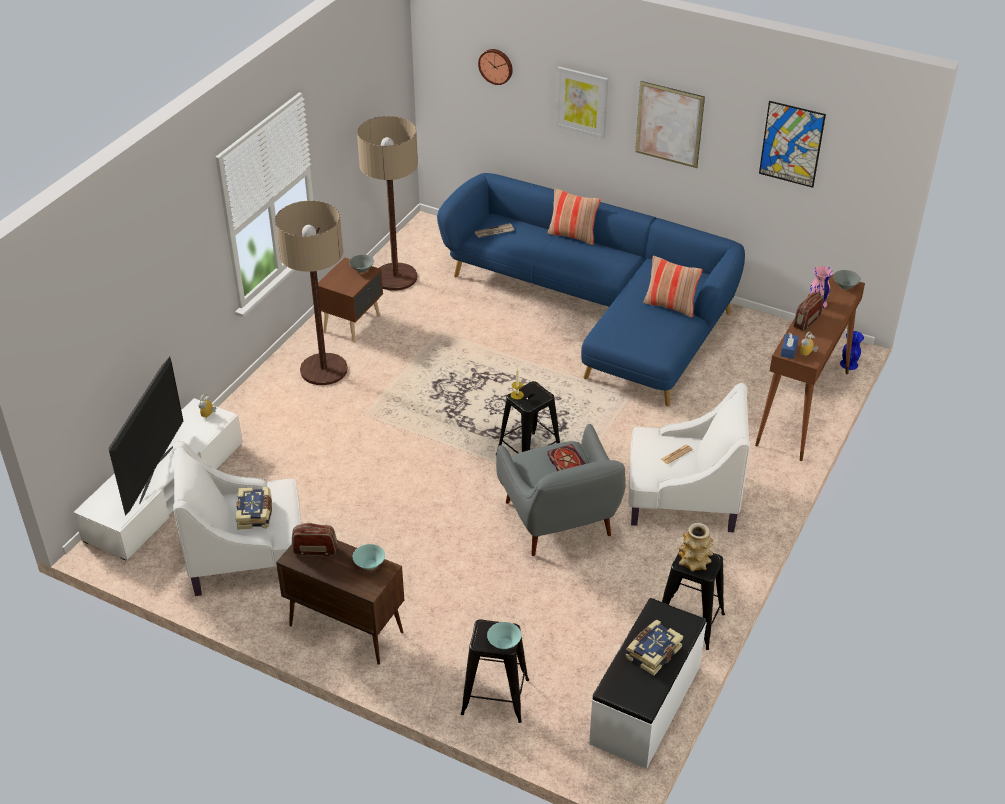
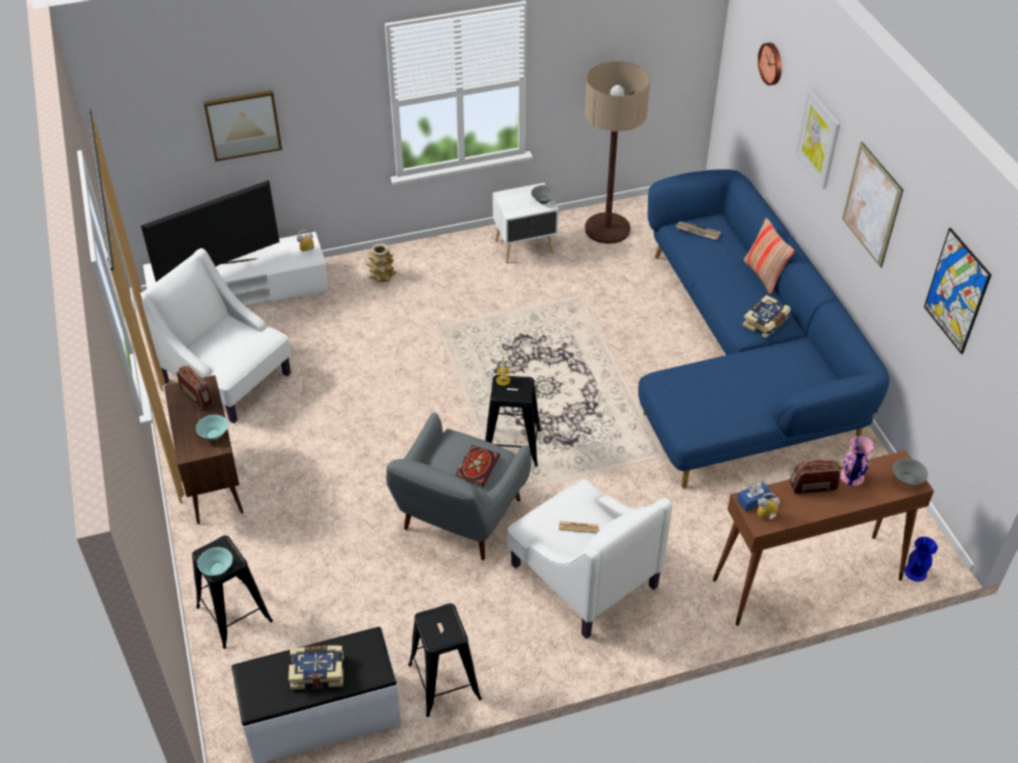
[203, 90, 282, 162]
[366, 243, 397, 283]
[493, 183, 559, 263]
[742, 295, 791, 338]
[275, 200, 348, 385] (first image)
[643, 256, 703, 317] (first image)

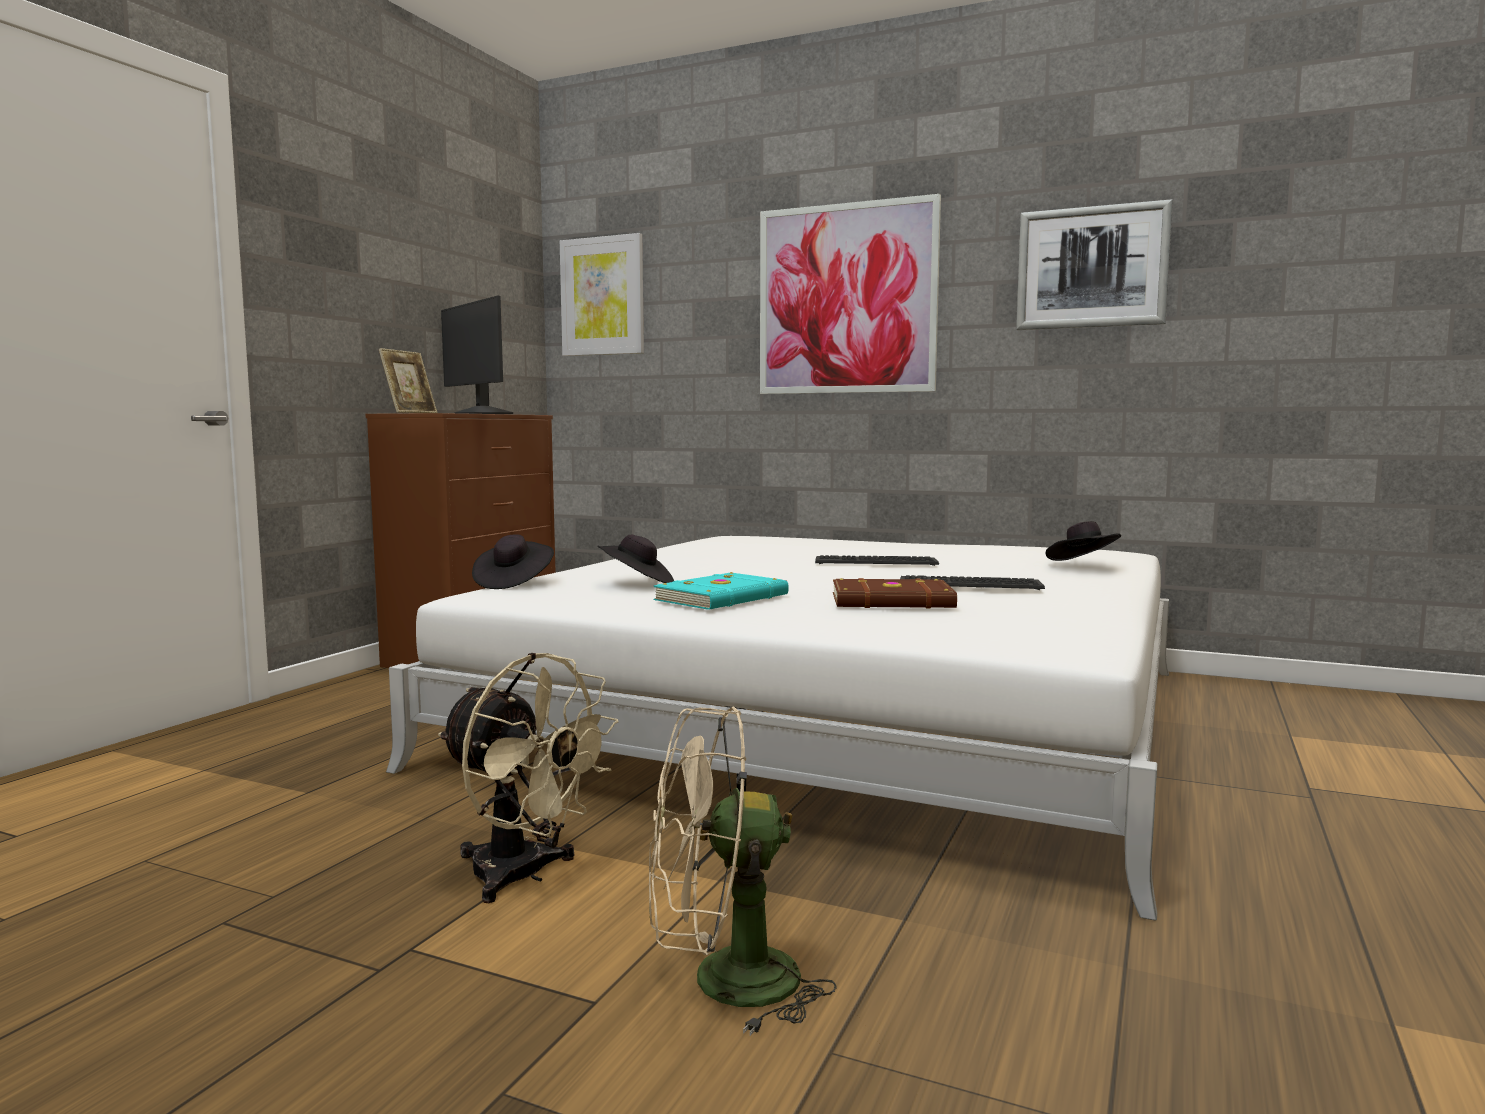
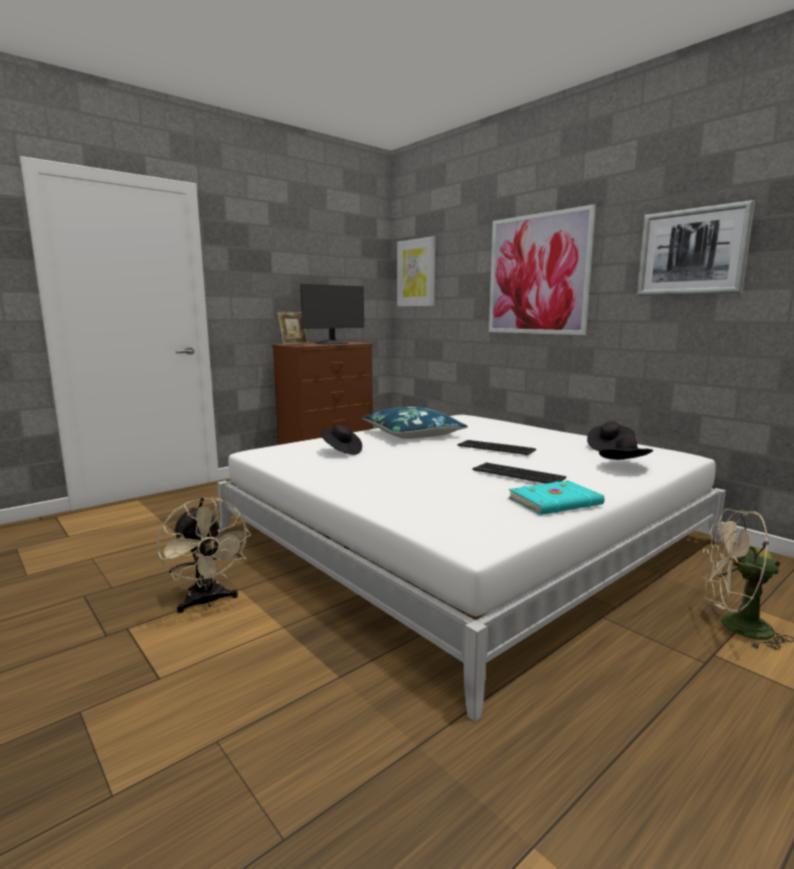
[300, 284, 364, 345]
[362, 407, 468, 439]
[509, 480, 605, 515]
[587, 421, 635, 451]
[700, 509, 794, 650]
[833, 578, 957, 608] (first image)

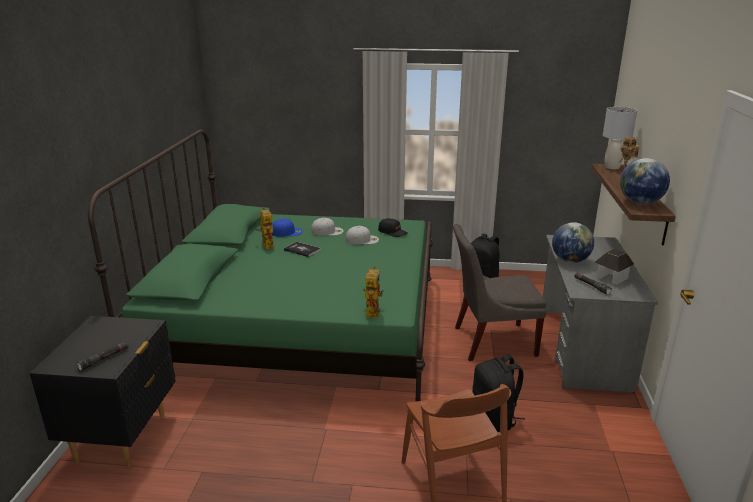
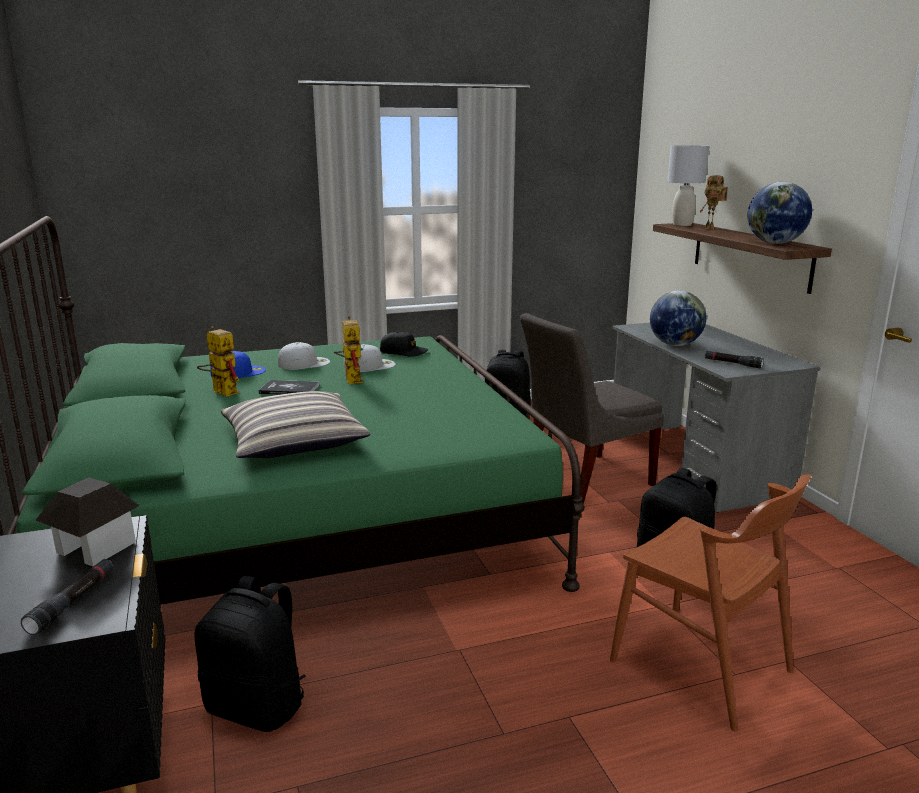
[36, 477, 139, 566]
[194, 576, 306, 732]
[221, 391, 371, 458]
[334, 316, 363, 384]

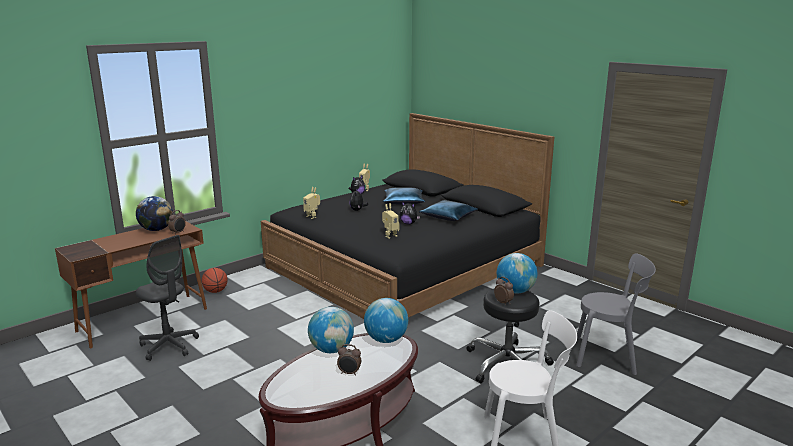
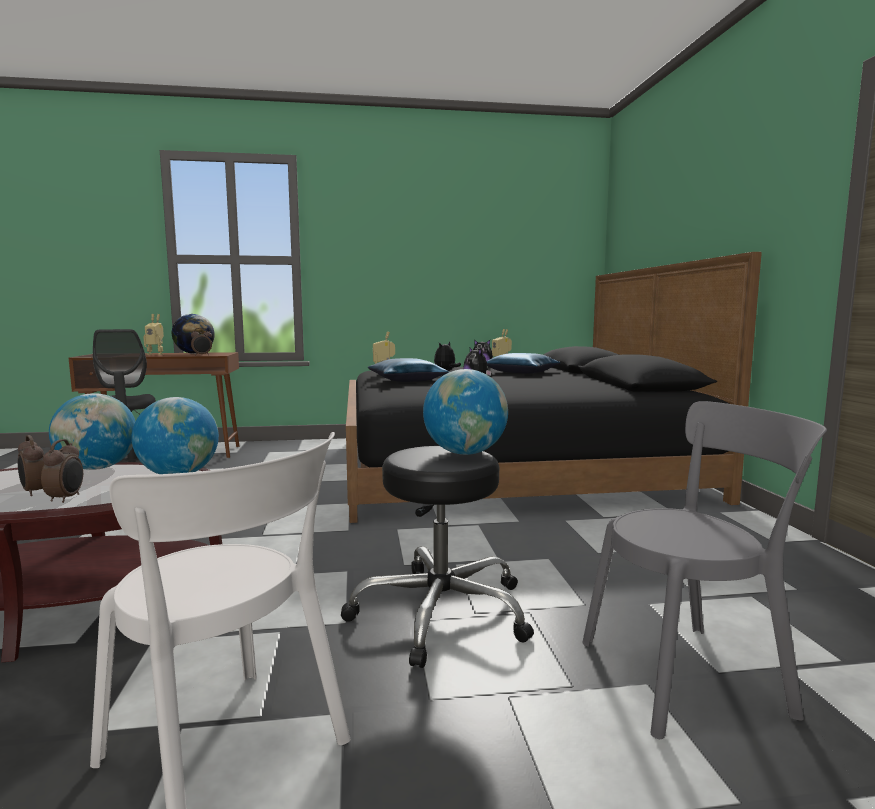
[41, 439, 83, 503]
[143, 314, 164, 355]
[368, 358, 449, 382]
[582, 401, 827, 739]
[202, 268, 228, 293] (first image)

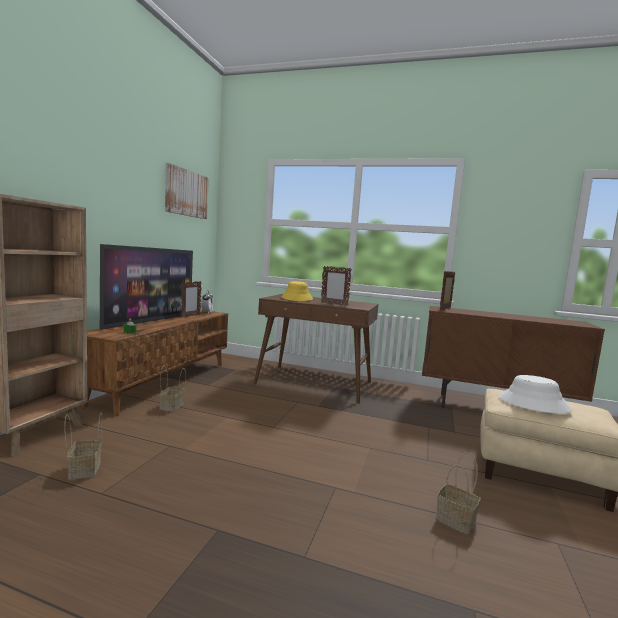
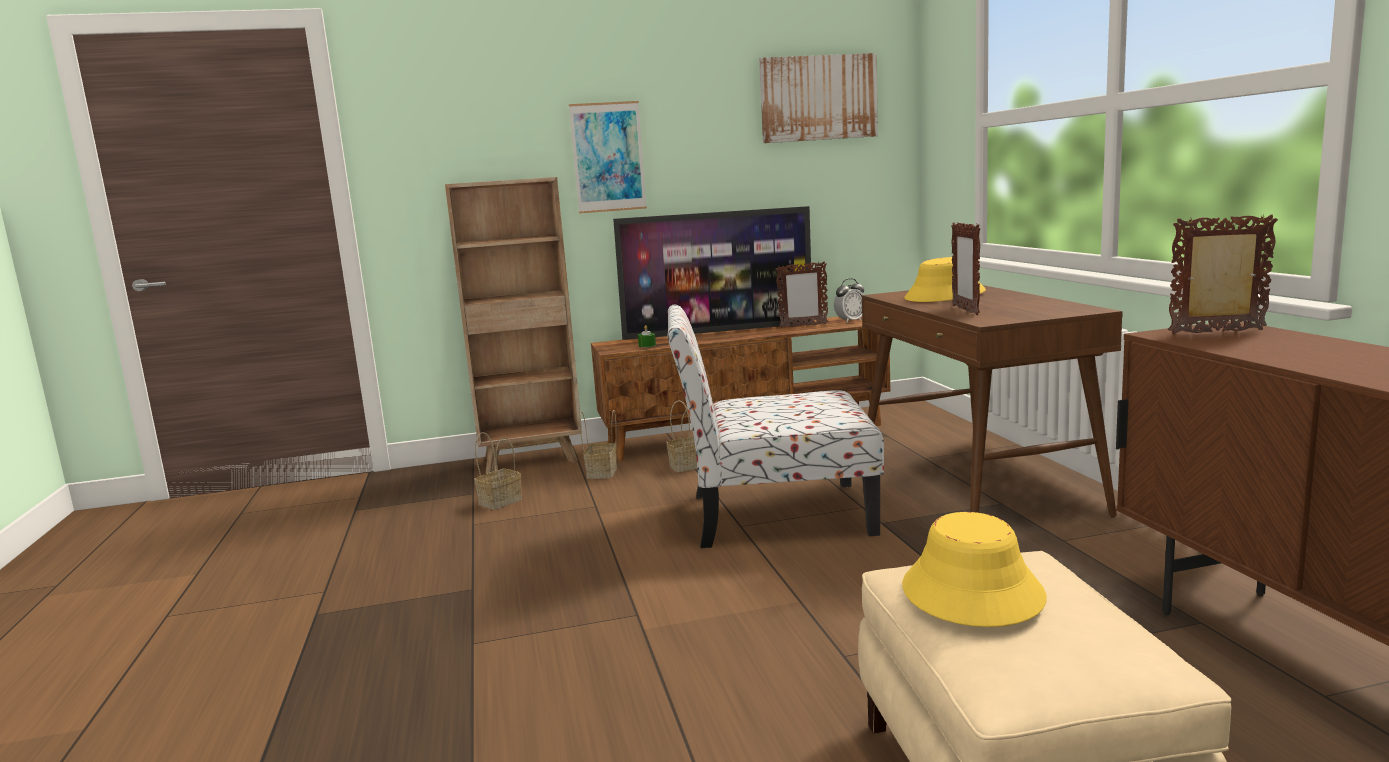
[569, 101, 647, 214]
[580, 410, 617, 479]
[668, 304, 884, 548]
[902, 512, 1047, 627]

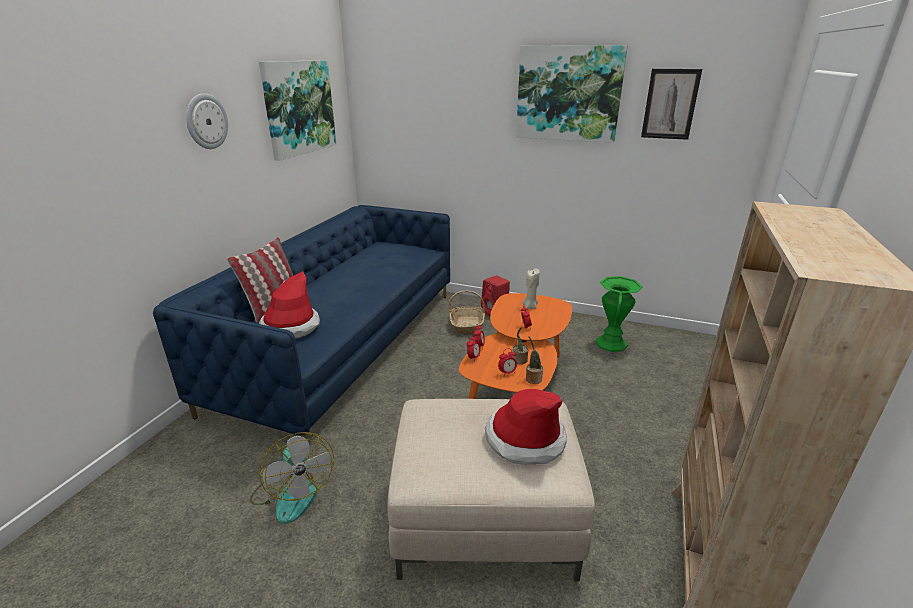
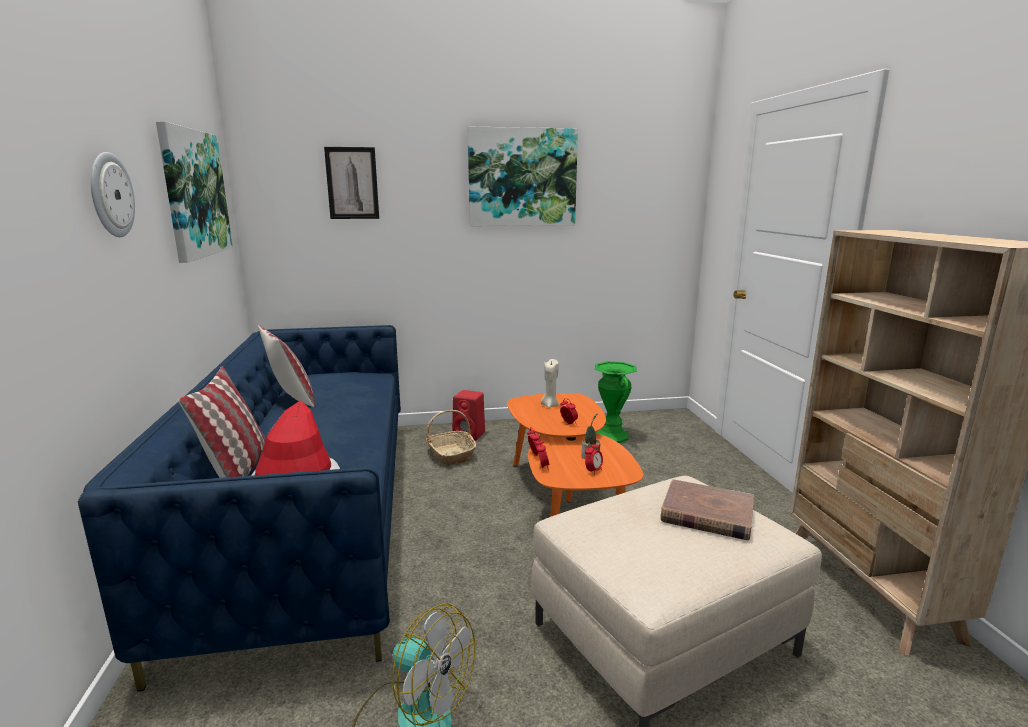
[258, 325, 315, 407]
[324, 147, 379, 219]
[661, 479, 754, 541]
[526, 336, 543, 384] (first image)

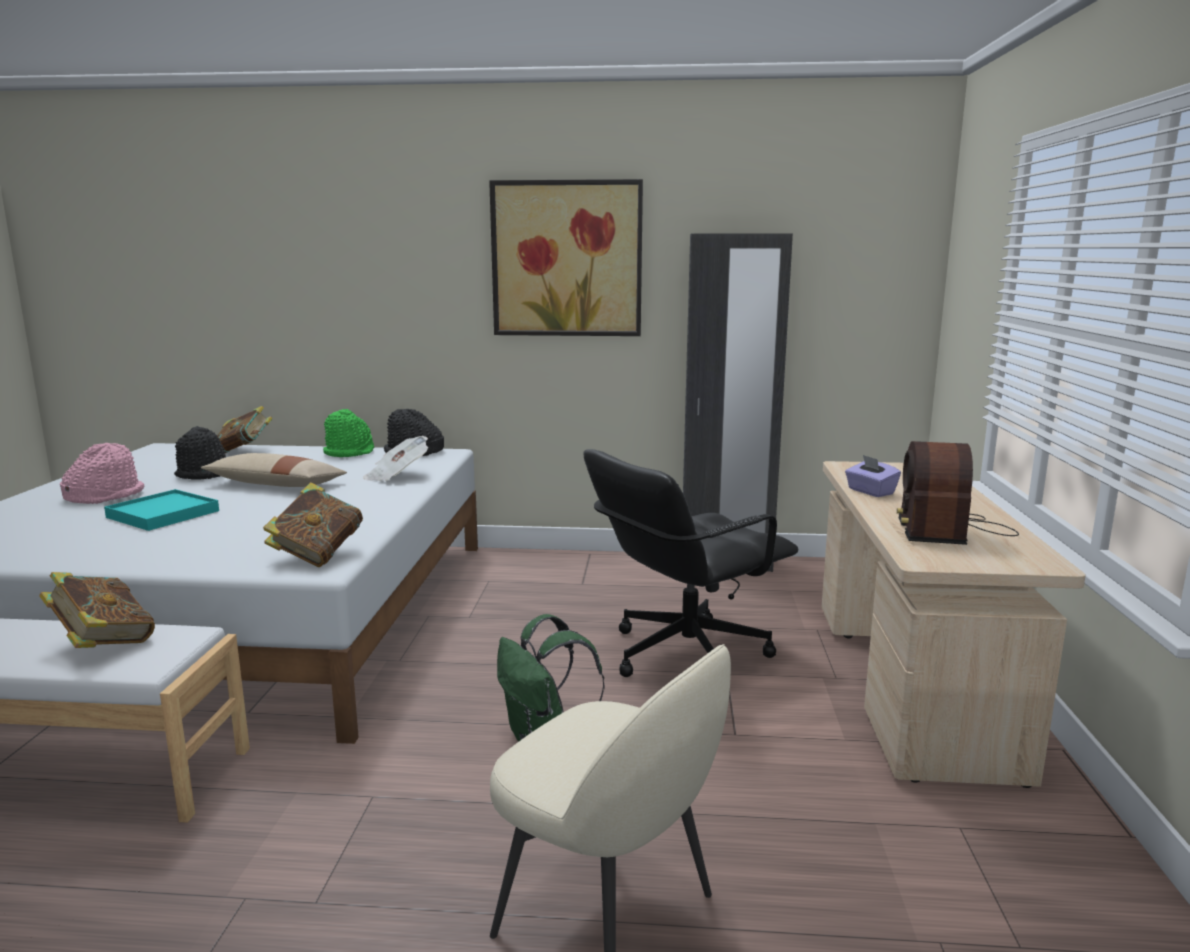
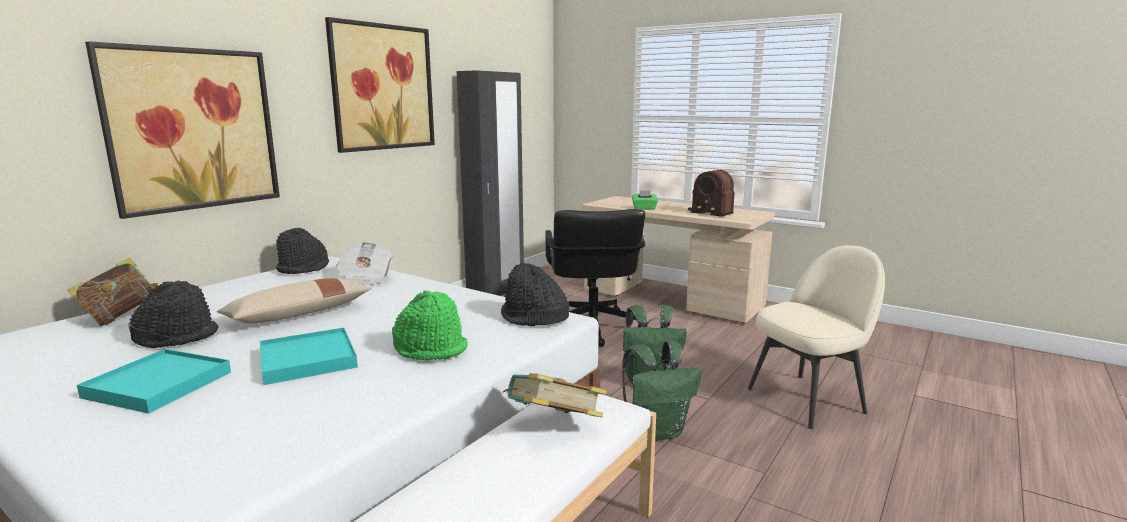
[77, 349, 231, 414]
[85, 41, 280, 219]
[392, 290, 468, 361]
[501, 263, 569, 327]
[622, 340, 702, 441]
[632, 190, 658, 210]

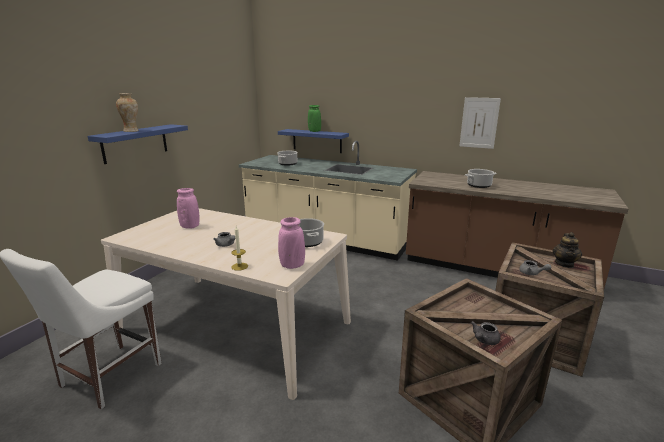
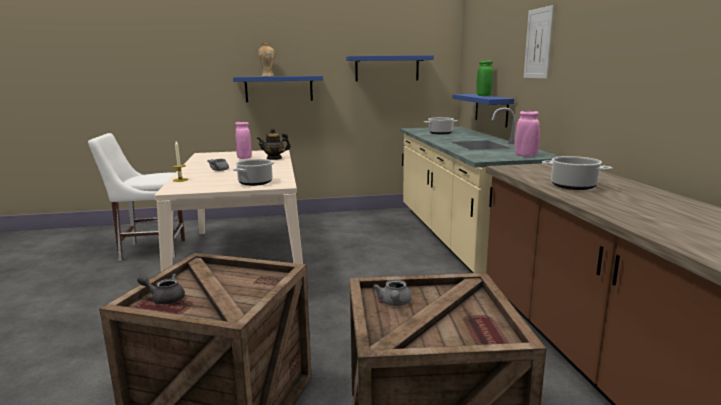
[257, 128, 291, 160]
[346, 55, 434, 82]
[515, 111, 540, 157]
[524, 5, 554, 79]

